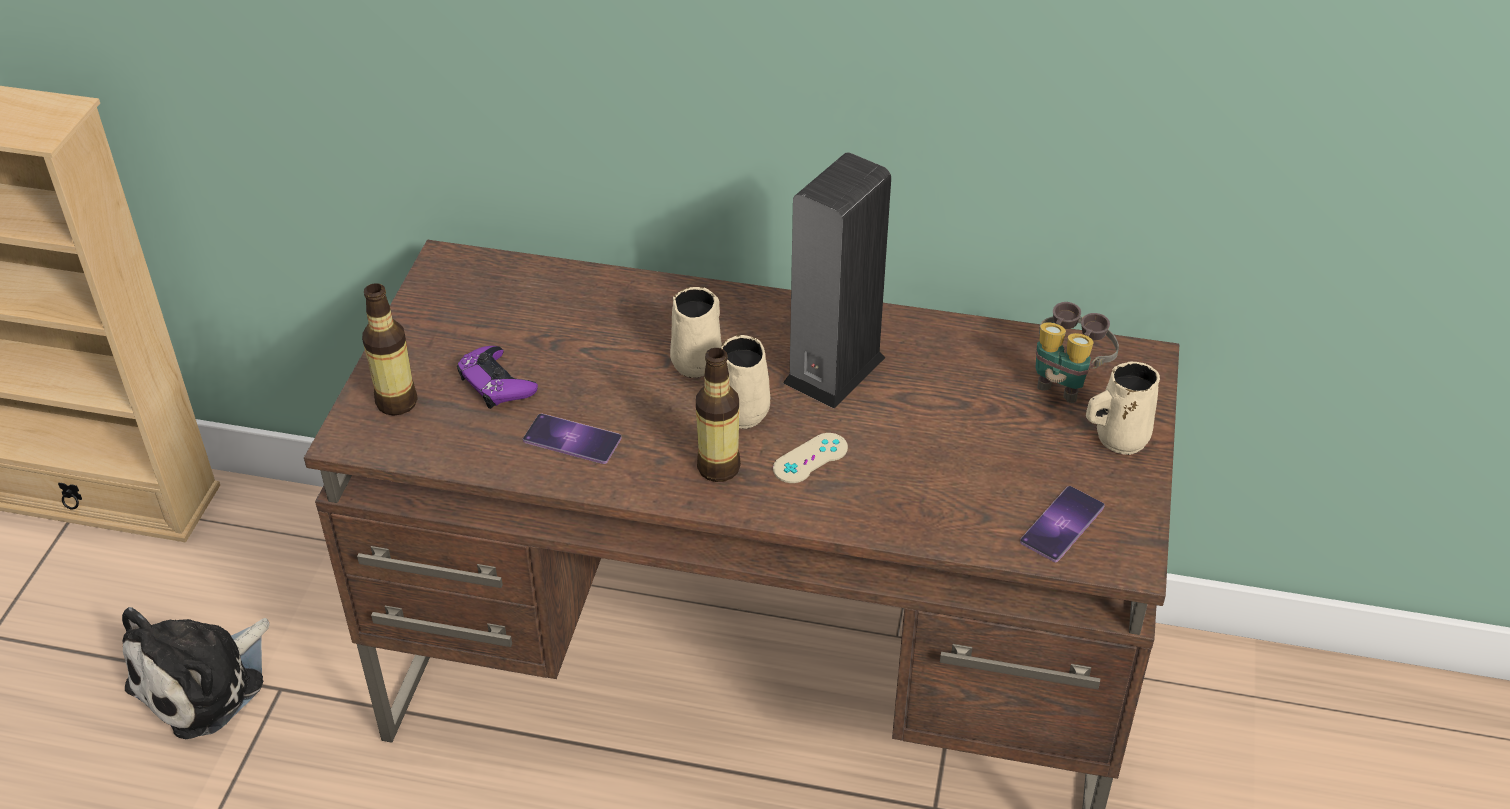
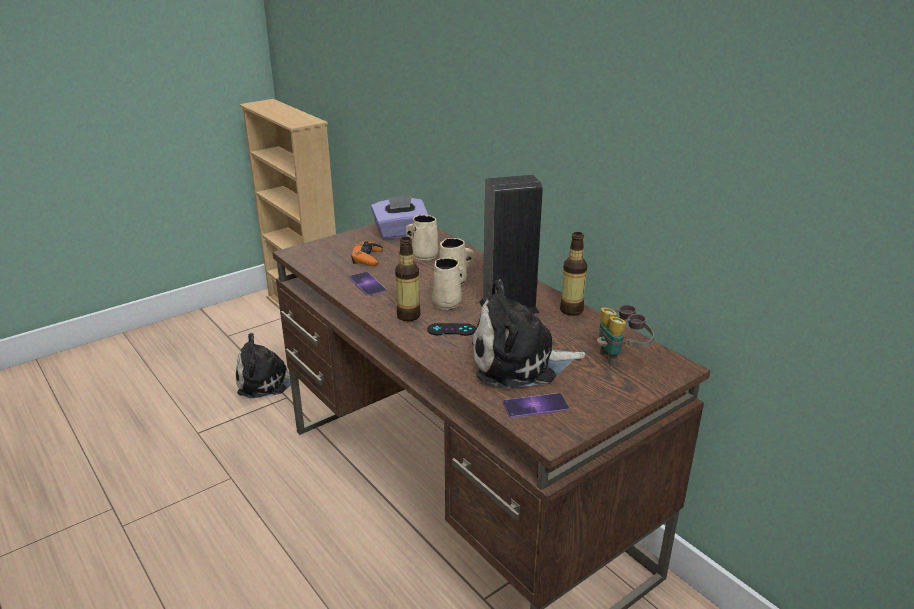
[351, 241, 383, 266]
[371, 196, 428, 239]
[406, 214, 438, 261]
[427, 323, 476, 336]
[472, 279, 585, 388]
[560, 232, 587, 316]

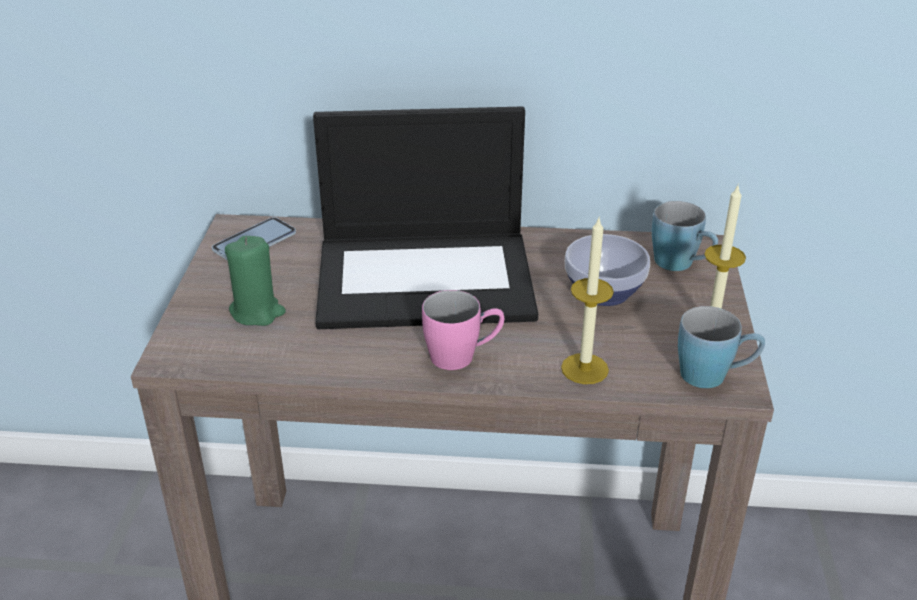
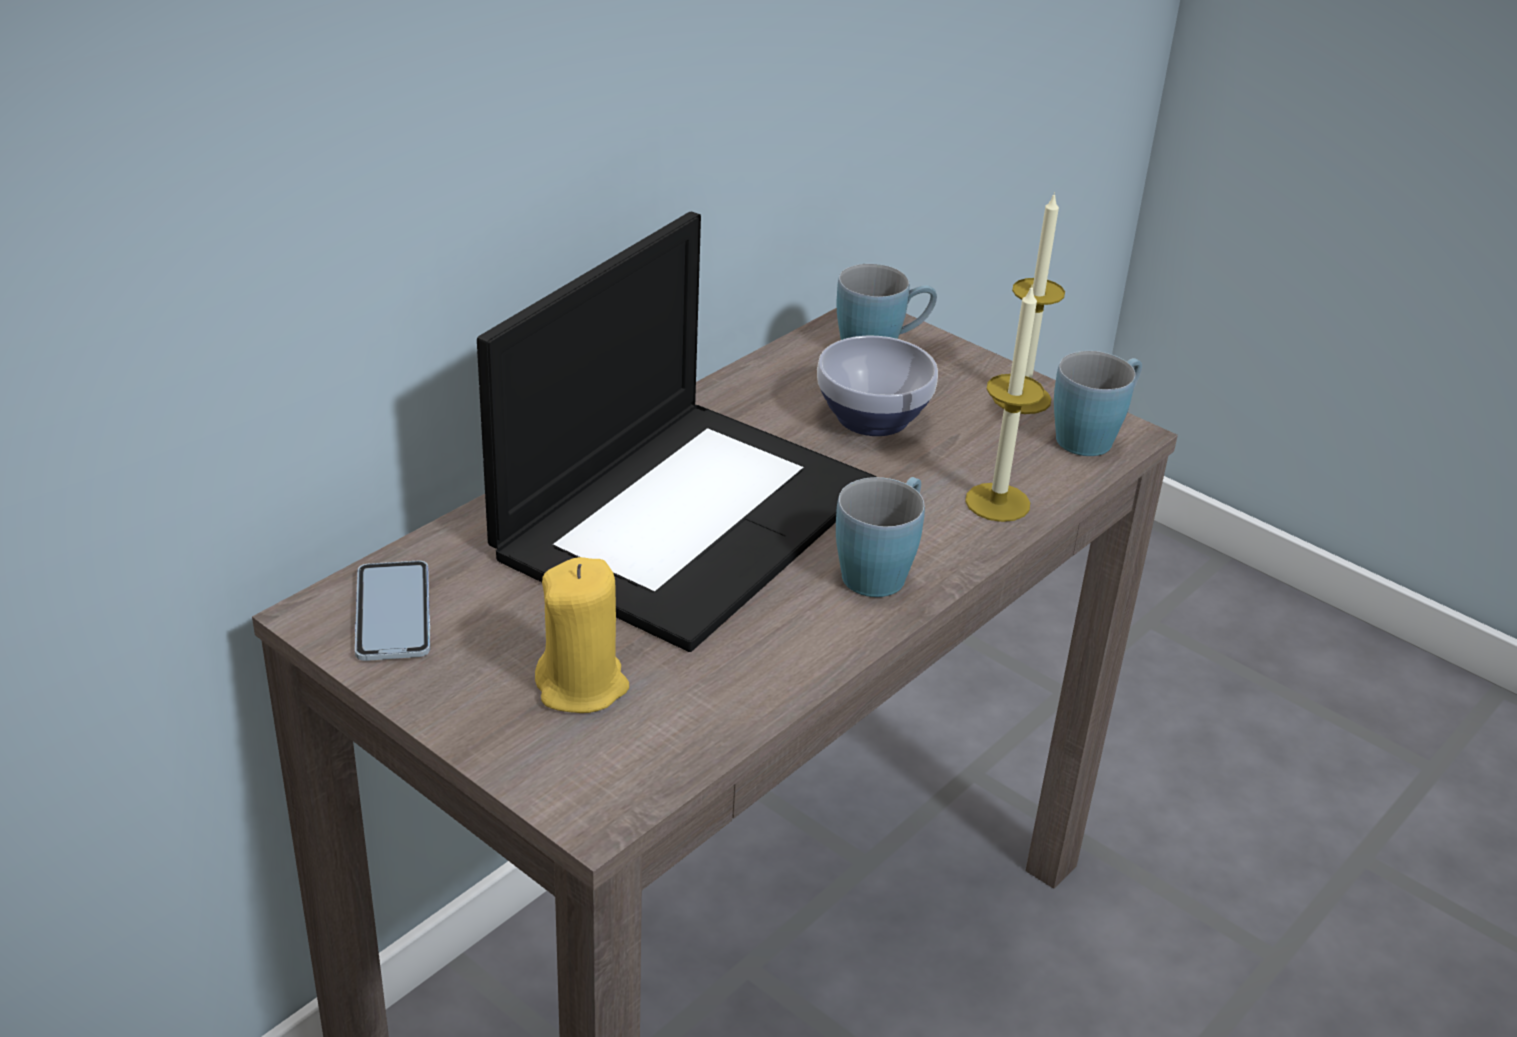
[535, 557, 629, 713]
[836, 477, 925, 597]

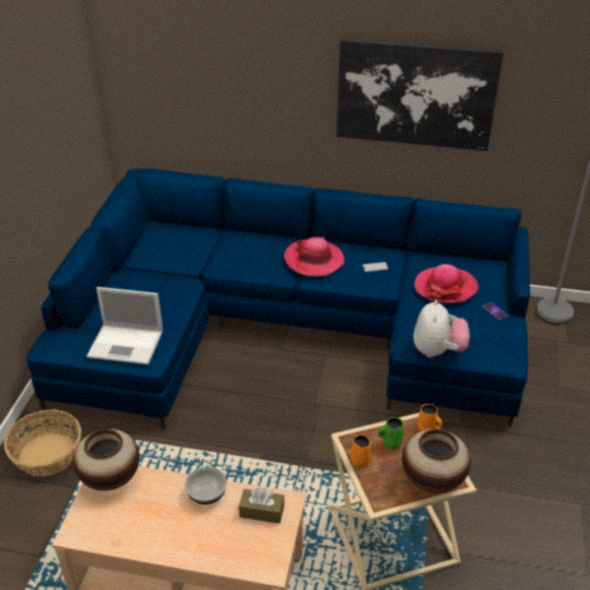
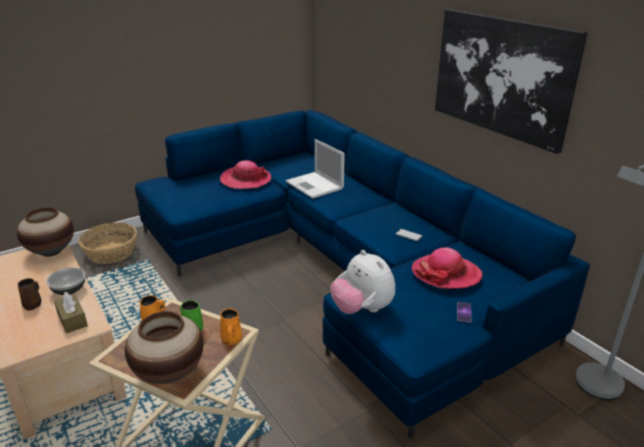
[18, 278, 42, 310]
[220, 160, 272, 189]
[286, 139, 345, 199]
[331, 250, 395, 314]

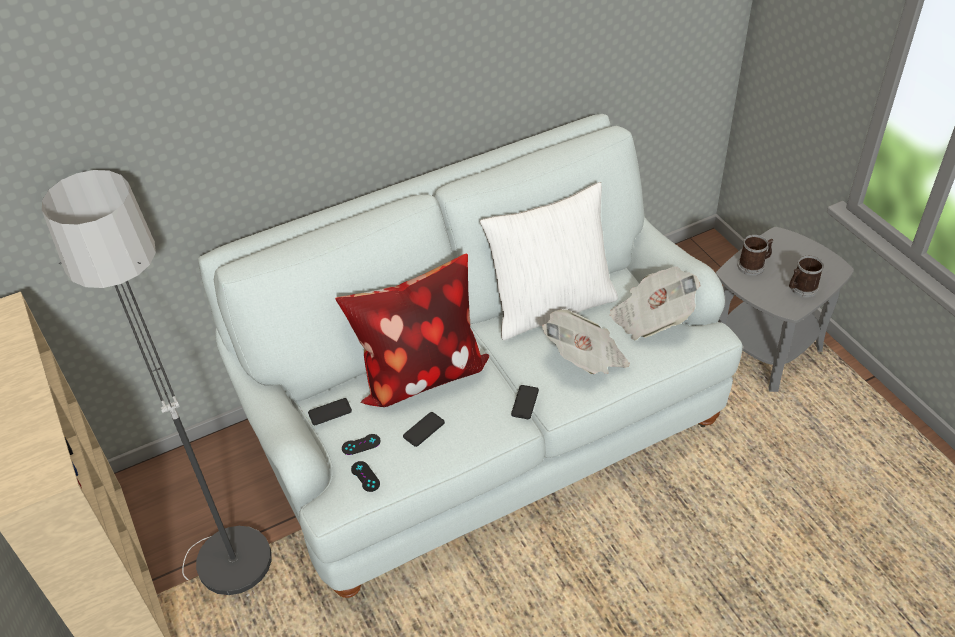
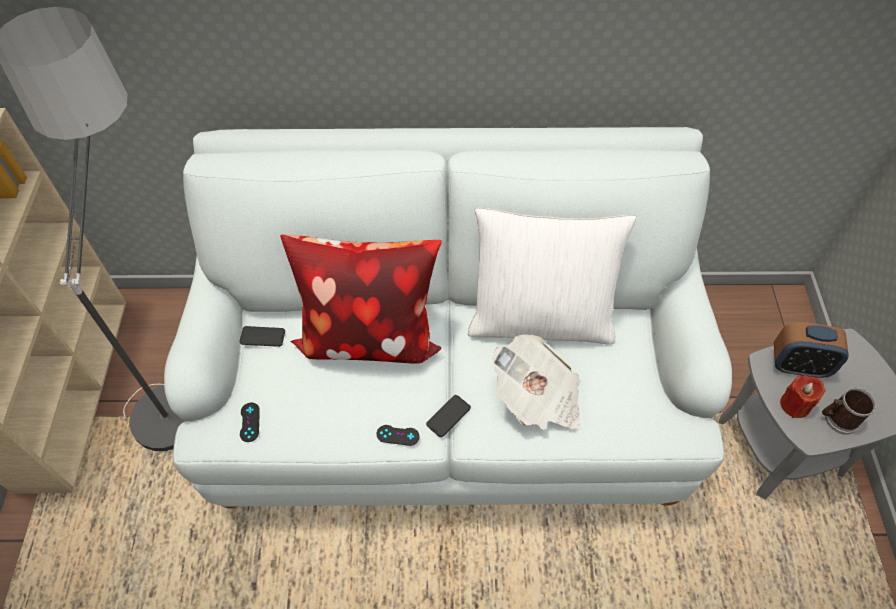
[376, 425, 419, 446]
[774, 322, 849, 378]
[780, 375, 826, 418]
[403, 412, 445, 447] (first image)
[610, 267, 701, 341] (first image)

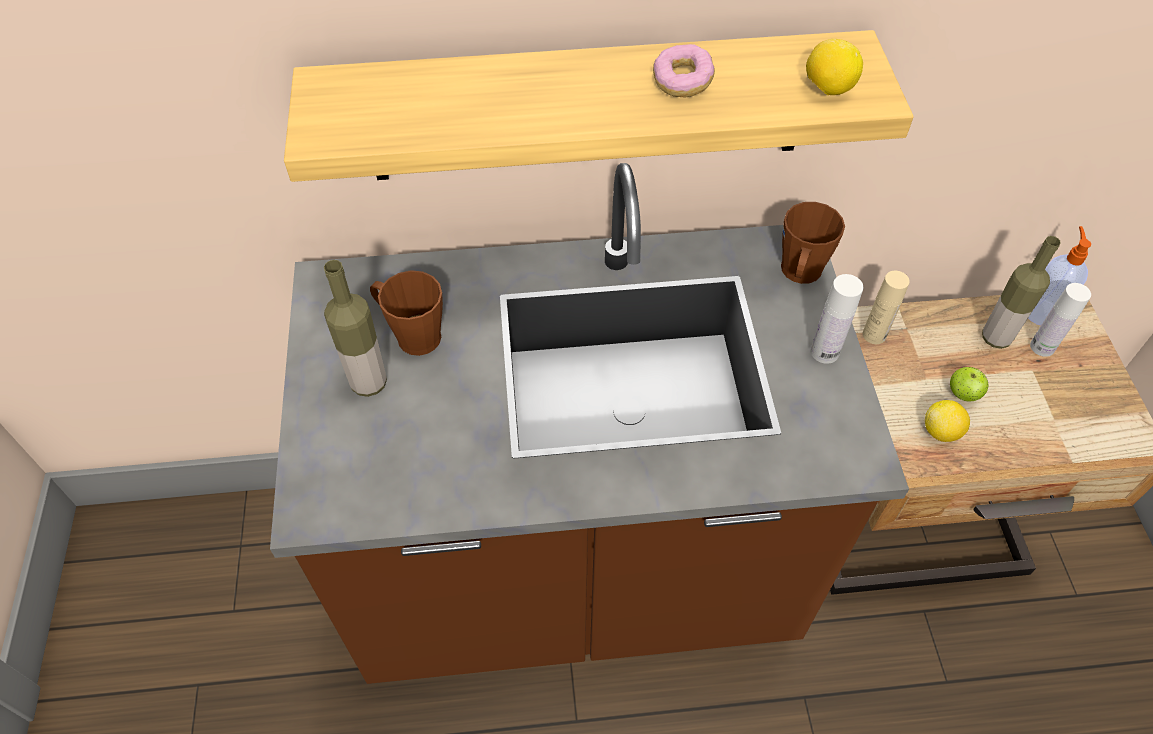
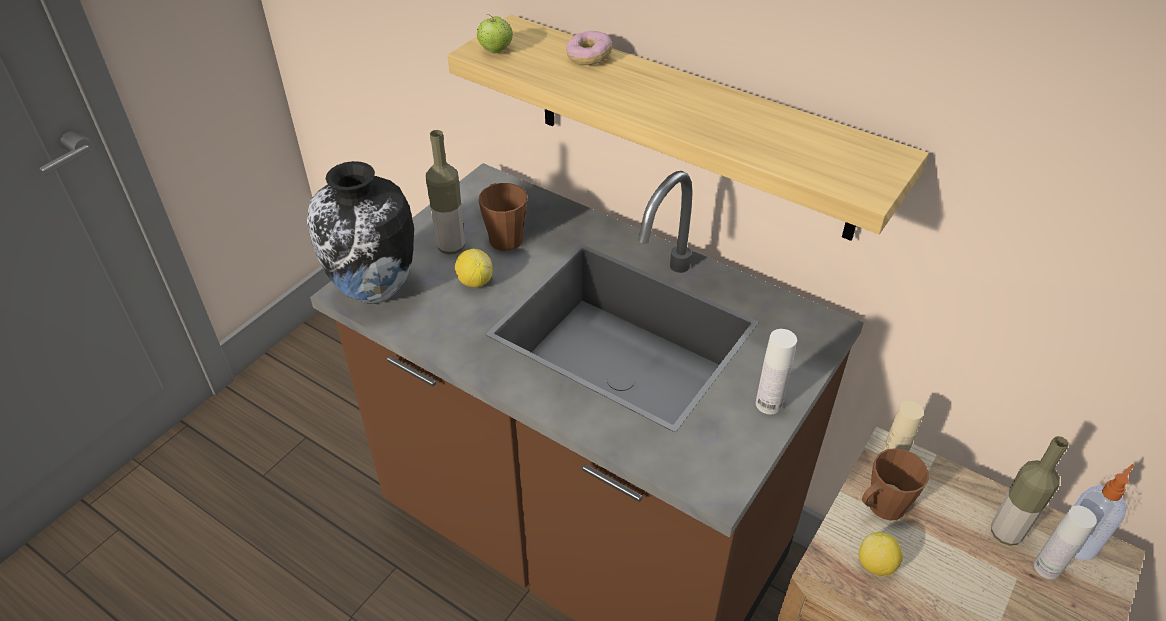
[307, 161, 414, 304]
[455, 249, 493, 287]
[477, 14, 513, 53]
[566, 31, 613, 65]
[862, 448, 929, 520]

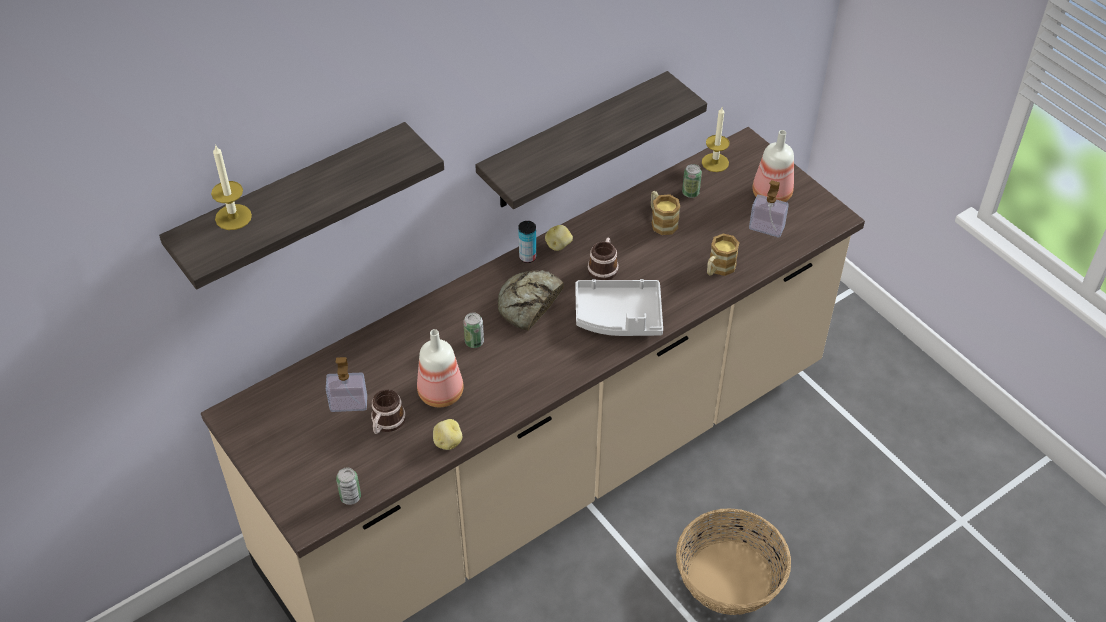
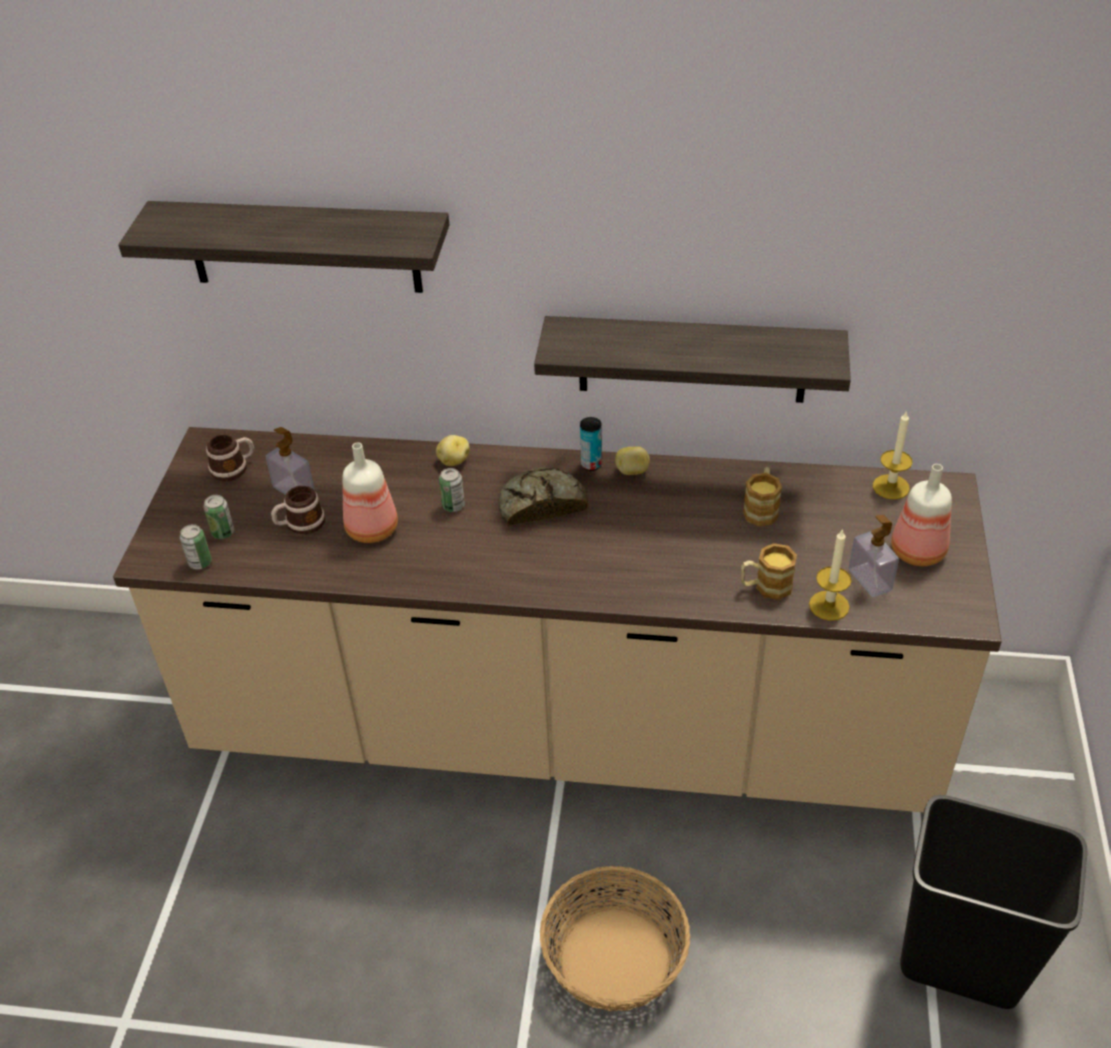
[204, 495, 234, 539]
[206, 434, 254, 482]
[436, 435, 470, 466]
[809, 529, 851, 621]
[900, 795, 1087, 1009]
[575, 279, 663, 336] (first image)

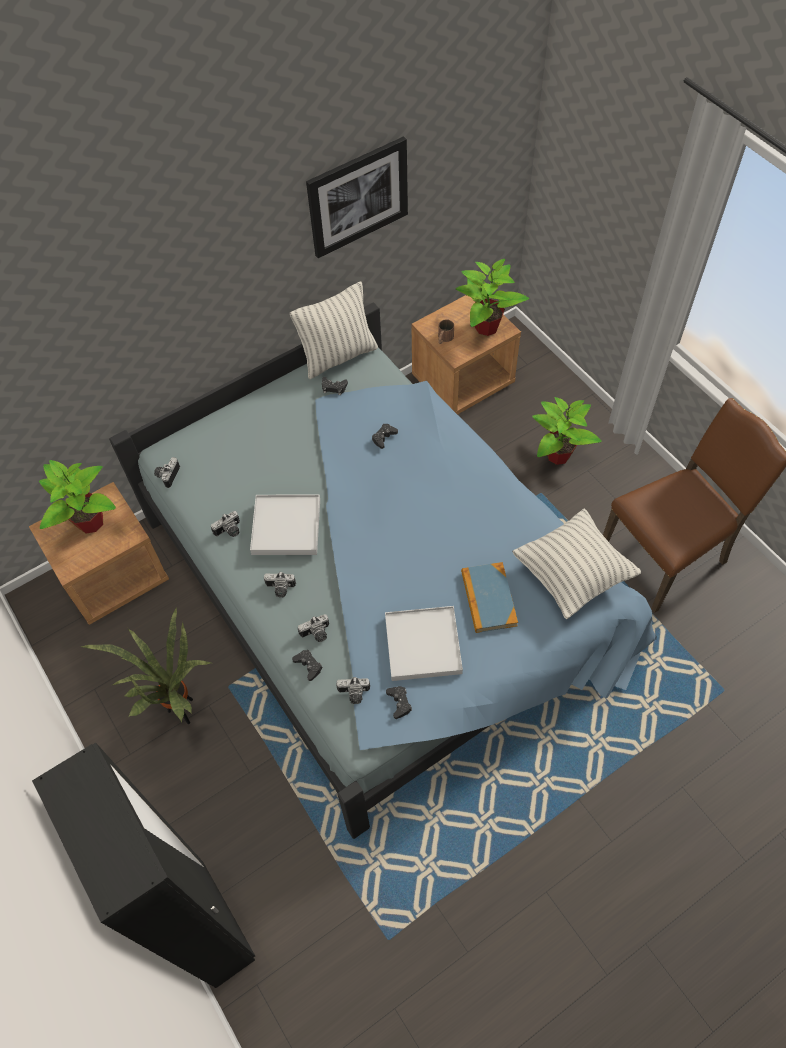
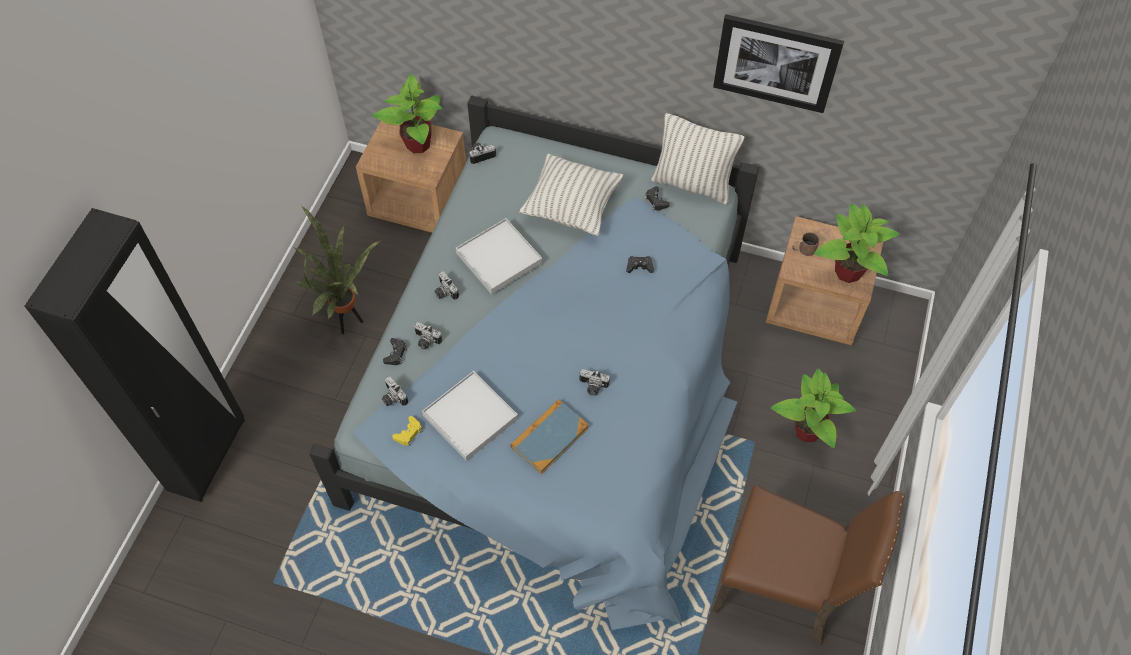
[392, 416, 423, 446]
[519, 154, 623, 236]
[579, 369, 610, 396]

